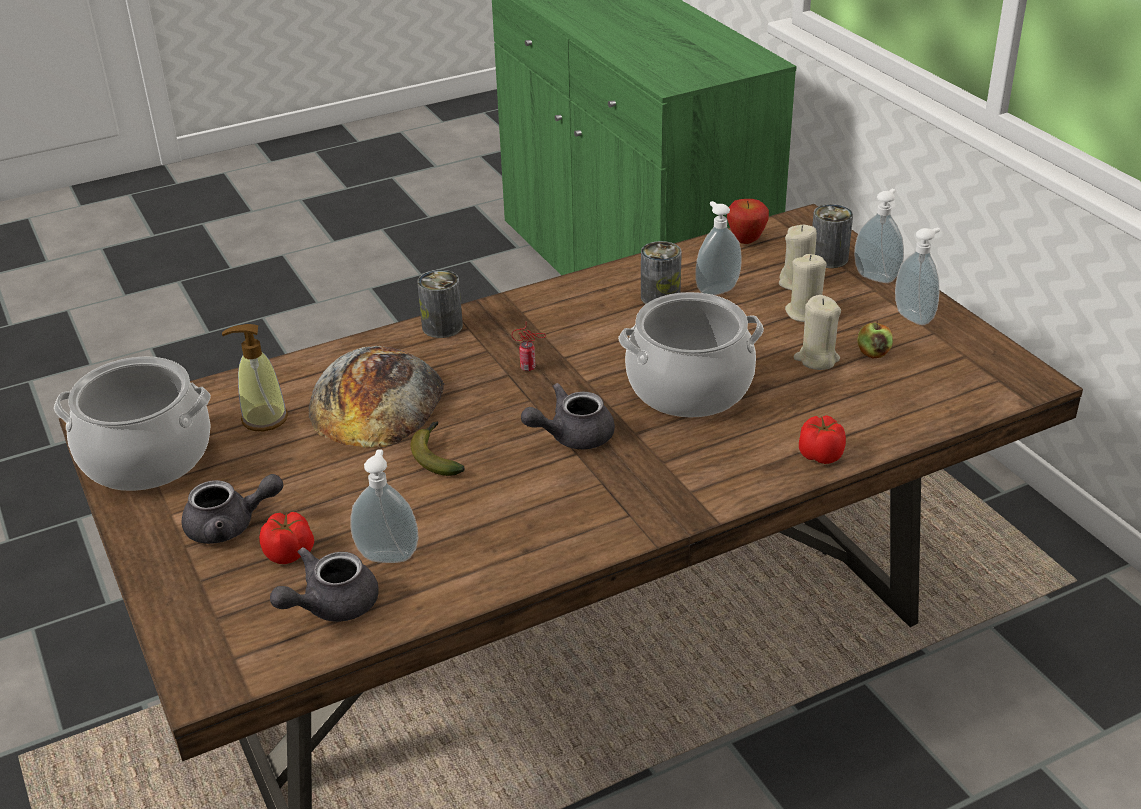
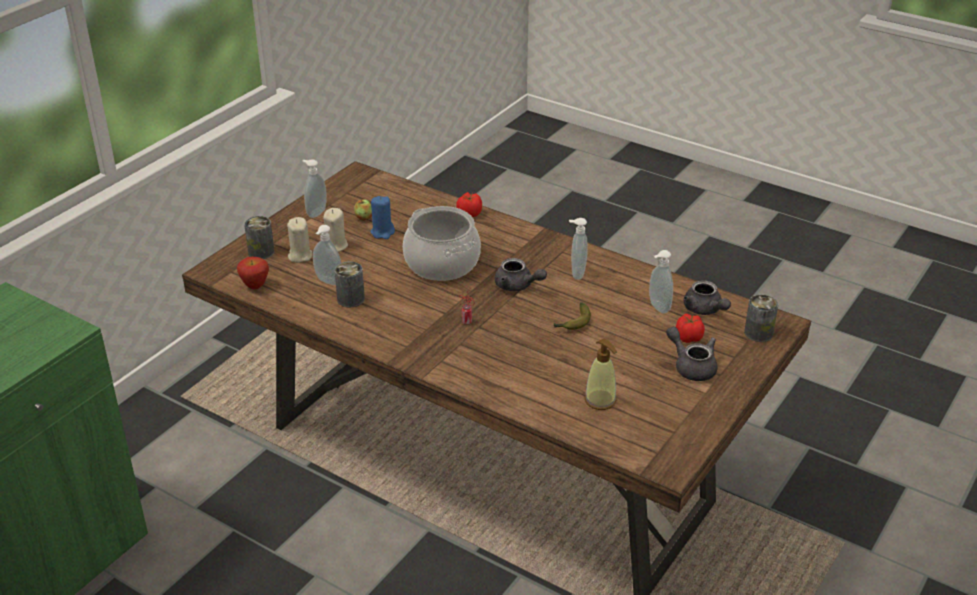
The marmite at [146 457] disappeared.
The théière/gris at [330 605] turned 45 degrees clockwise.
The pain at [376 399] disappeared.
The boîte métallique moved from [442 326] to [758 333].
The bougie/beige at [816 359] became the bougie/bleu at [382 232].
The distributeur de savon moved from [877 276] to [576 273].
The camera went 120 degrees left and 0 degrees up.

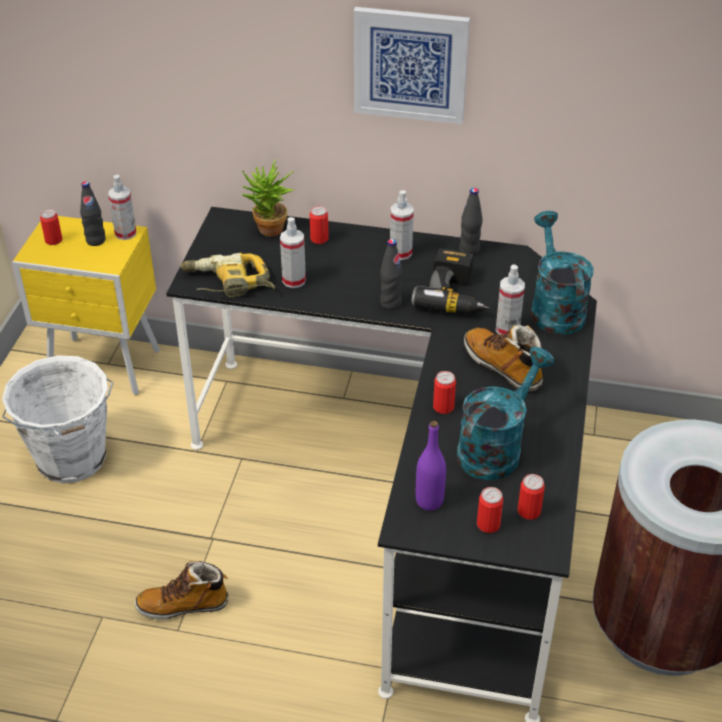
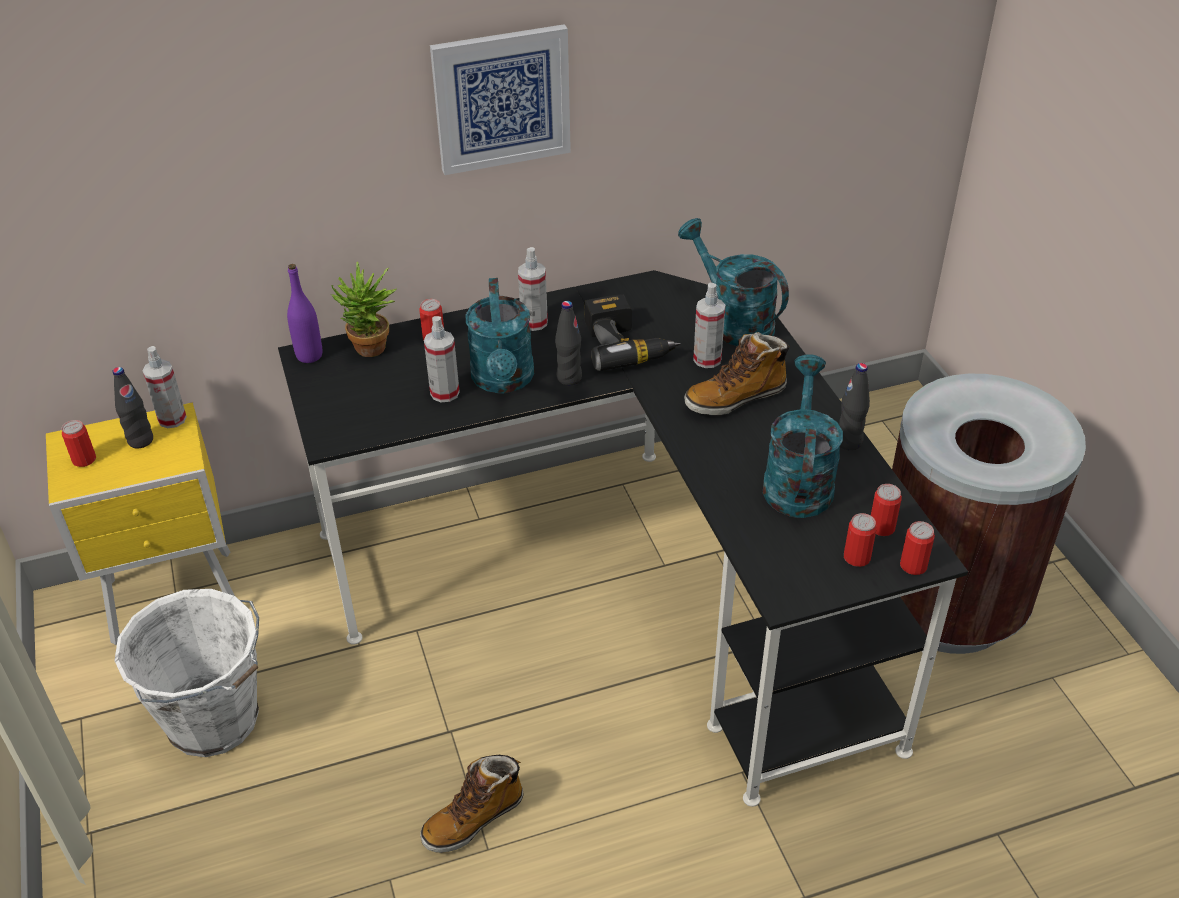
The perceuse at [228 284] disappeared.
The bouteille/violet moved from [429 501] to [309 355].
The boîte métallique moved from [443 407] to [913 565].
The bouteille/noir moved from [469 251] to [849 442].
The botte at [503 367] turned 45 degrees counterclockwise.
The arrosoir/turquoise at [503 381] appeared.
The camera went 30 degrees left and 0 degrees up.

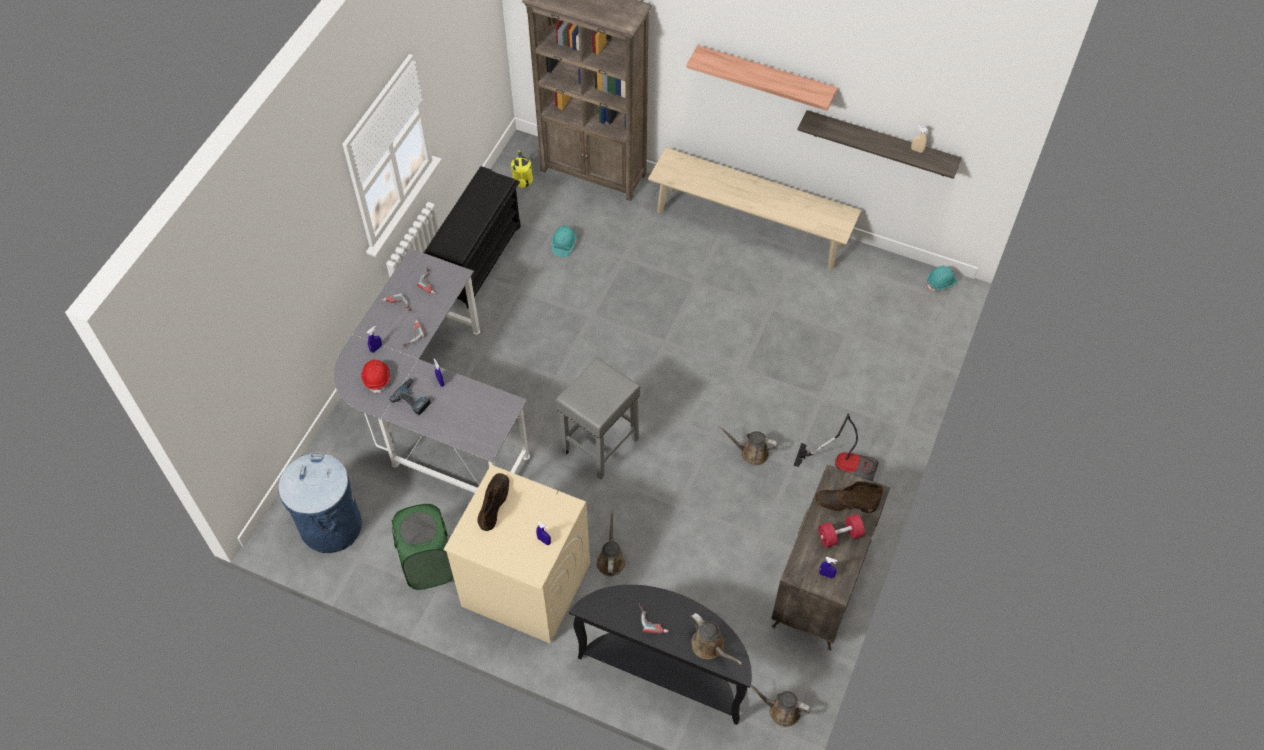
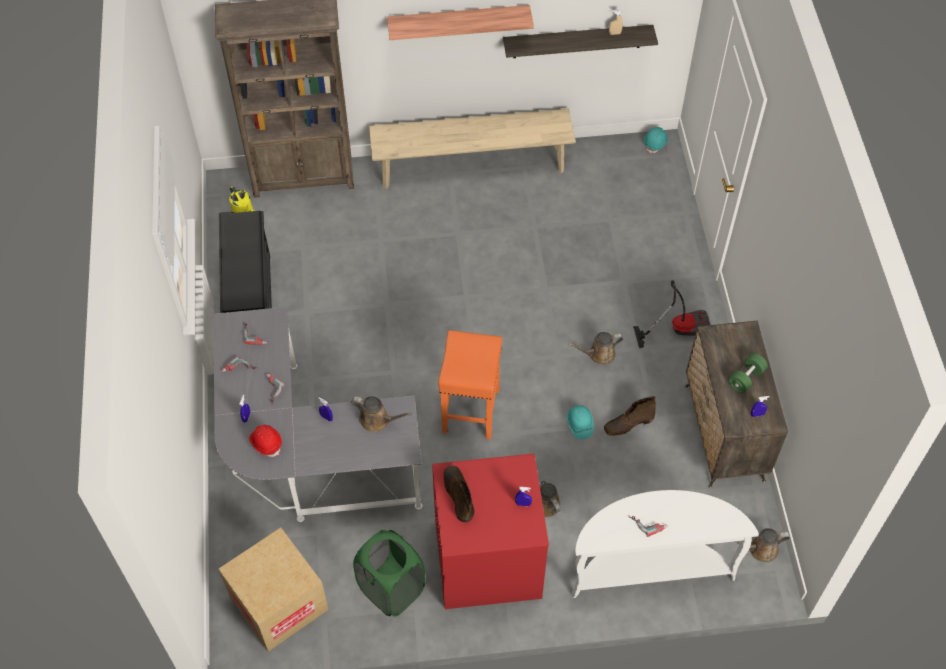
The poubelle/bleu at [330 526] was replaced by the carton at [279 603].
The perceuse at [413 398] disappeared.
The lave-linge/beige at [525 584] became the lave-linge/rouge at [487 561].
The casque de chantier/turquoise moved from [563 245] to [579 424].
The tabouret/gris at [600 446] became the tabouret/orange at [471 412].
The table console/noir at [665 670] became the table console/blanc at [649 568].
The arrosoir/marron moved from [710 646] to [377 420].
The botte/marron moved from [845 503] to [628 424].
The haltère/rouge at [840 535] became the haltère/vert at [746 378].
The camera went 30 degrees left and 0 degrees up.

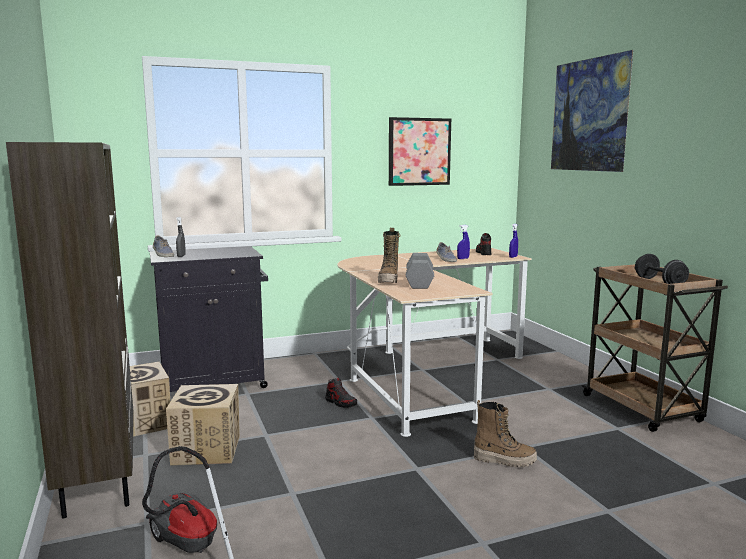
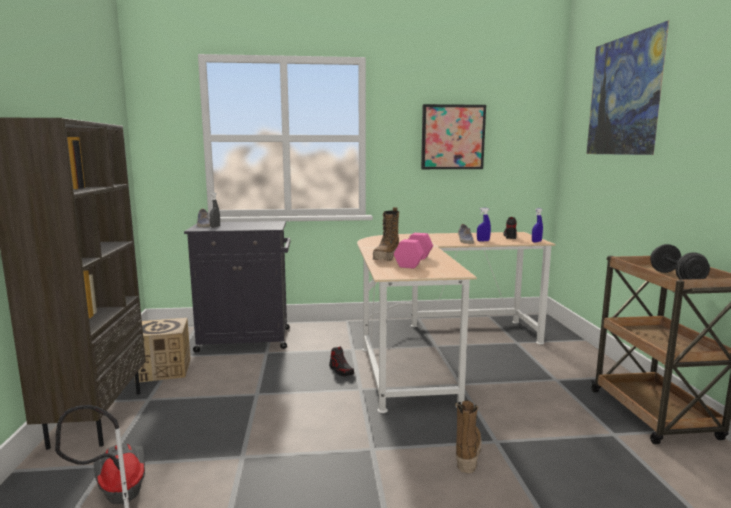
The carton at [207 450] disappeared.
The haltère/gris at [420 282] became the haltère/rose at [414 262].
The botte at [504 460] turned 105 degrees counterclockwise.
The camera went 15 degrees right and 0 degrees up.

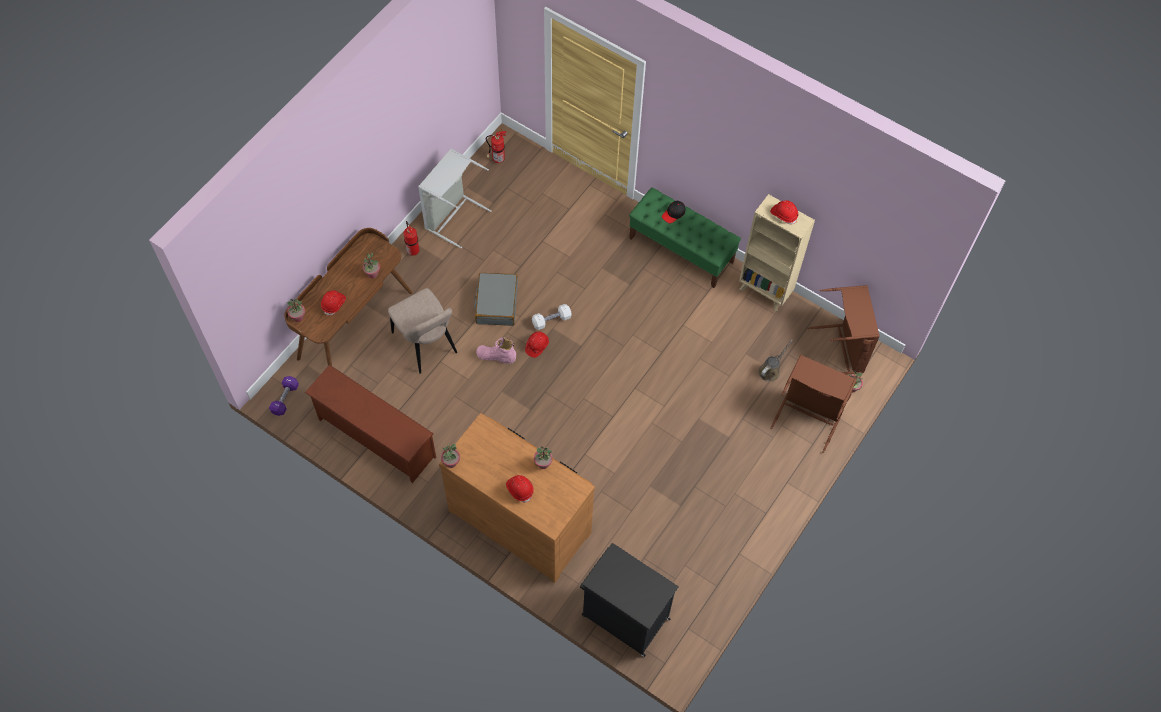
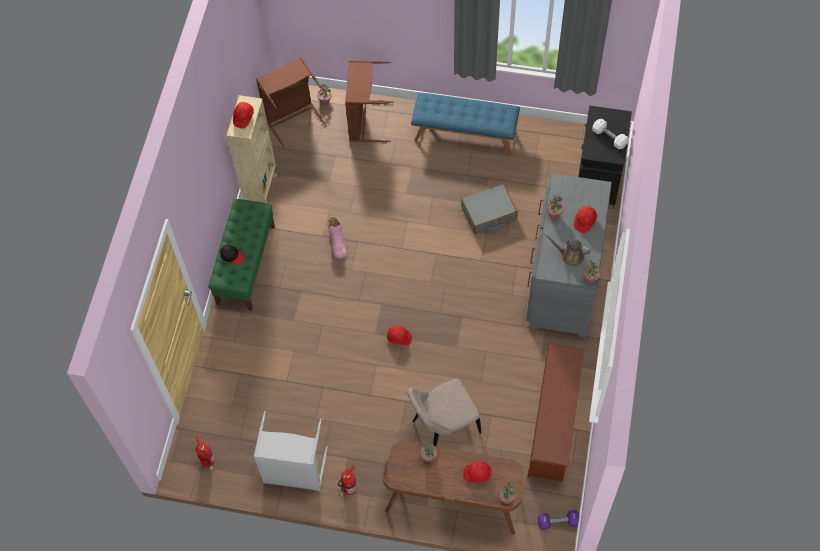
The chaise/beige at [426 345] turned 150 degrees counterclockwise.
The commode/marron at [521 519] became the commode/gris at [562 282].
The valise/gris moved from [496 303] to [489 213].
The botte/rose moved from [496 356] to [337 243].
The haltère/blanc moved from [551 320] to [609 137].
The arrosoir/marron moved from [770 370] to [570 255].
The banc/bleu at [465 134] appeared.
The camera went 110 degrees left and 0 degrees up.

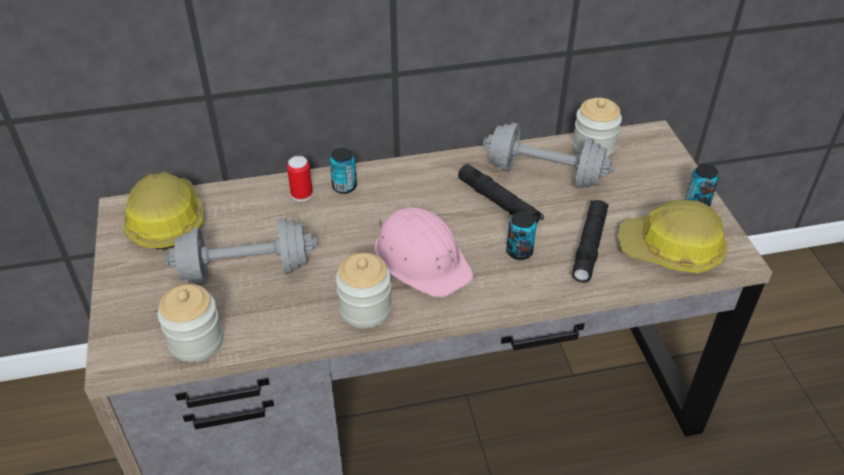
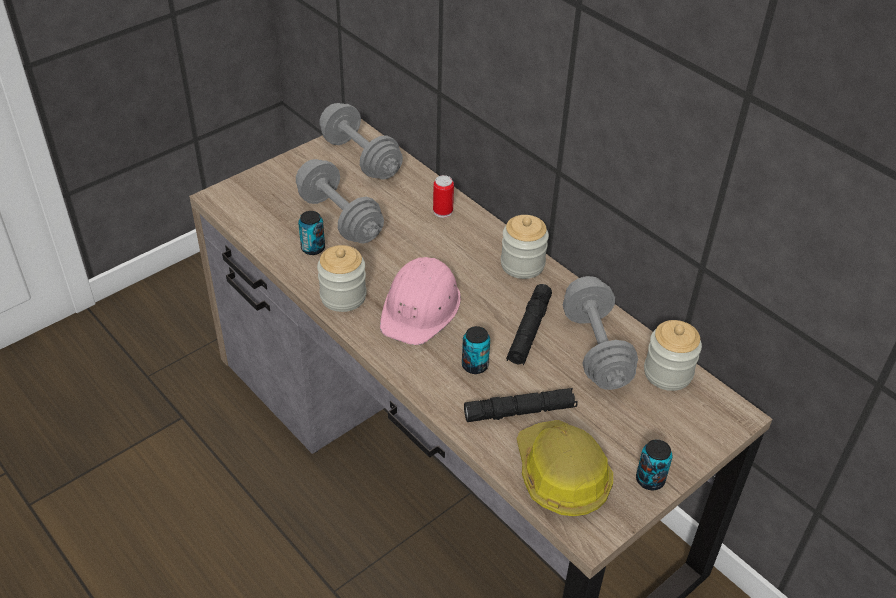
The casque de chantier at [166 220] was replaced by the haltère/gris at [361 158].
The bocal moved from [196 341] to [522 264].
The boîte métallique moved from [344 187] to [313 248].
The camera went 60 degrees right and 0 degrees up.

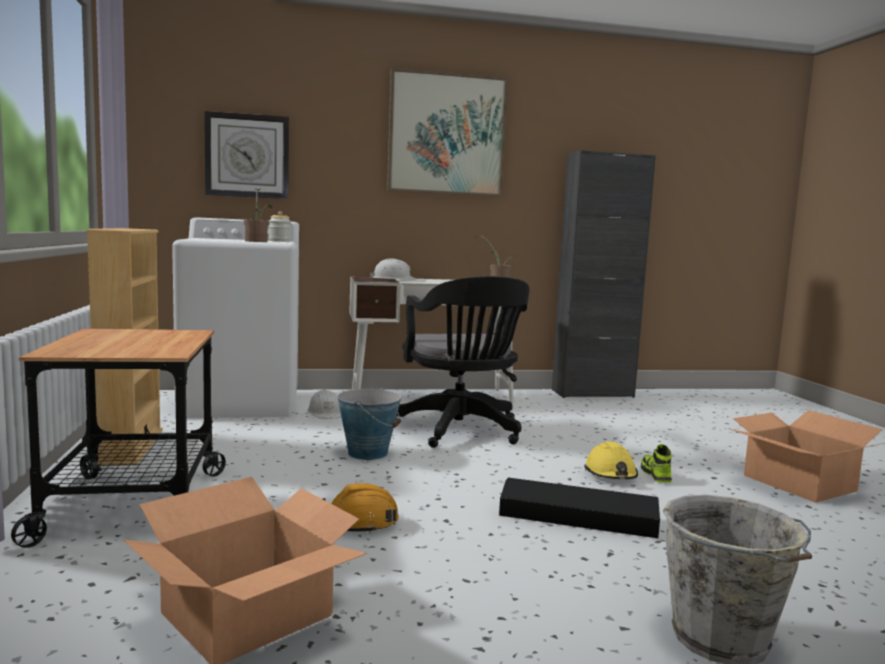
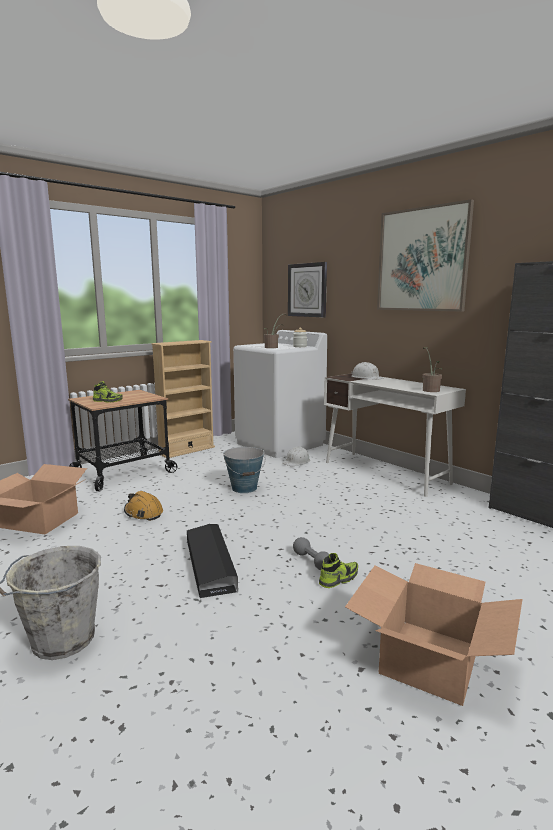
The chaise de bureau/noir at [460 431] disappeared.
The casque de chantier/jaune at [611 474] was replaced by the haltère/gris at [312 561].
The chaussure at [108 401] appeared.
The camera went 60 degrees right and 5 degrees up.

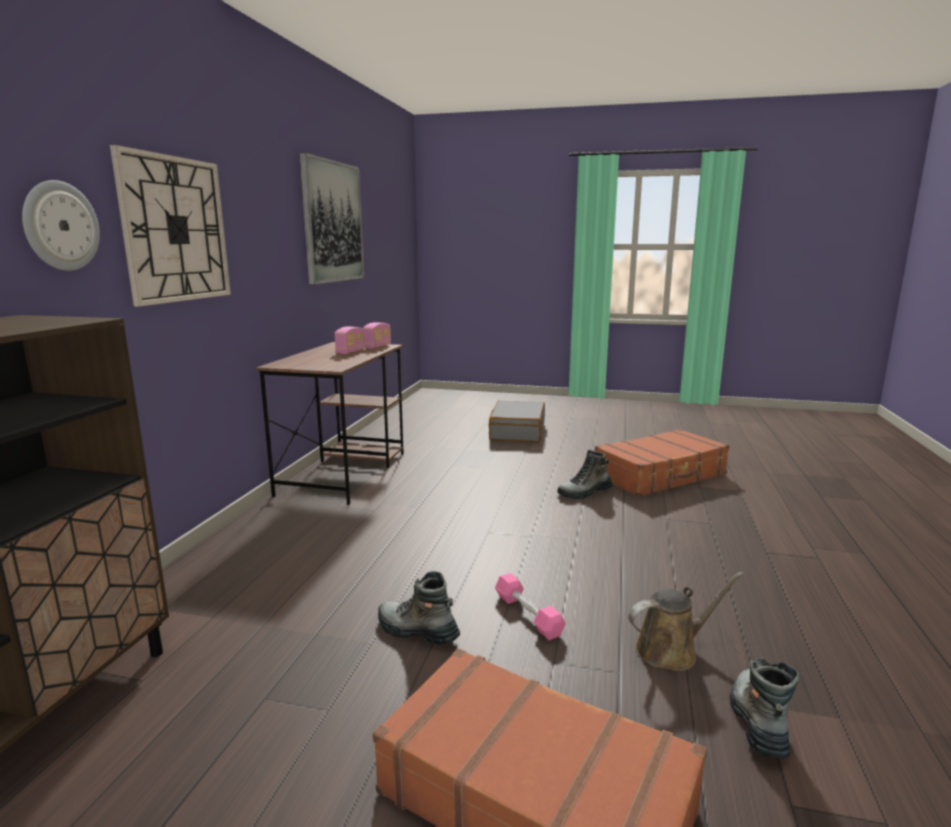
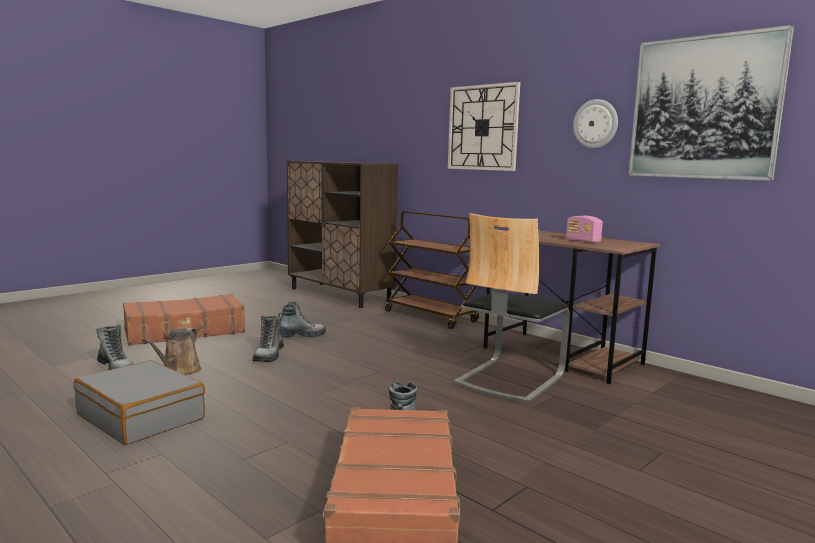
The horloge murale moved from [60 226] to [595 124].
The radio at [377 346] disappeared.
The valise/gris moved from [517 431] to [141 416].
The haltère/rose at [528 615] was replaced by the botte at [269 355].
The chariot/marron at [431 316] appeared.
The chaise at [509 379] appeared.
The camera went 120 degrees right and 5 degrees down.

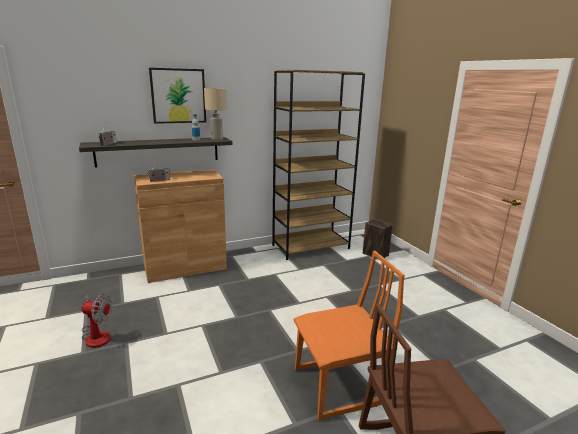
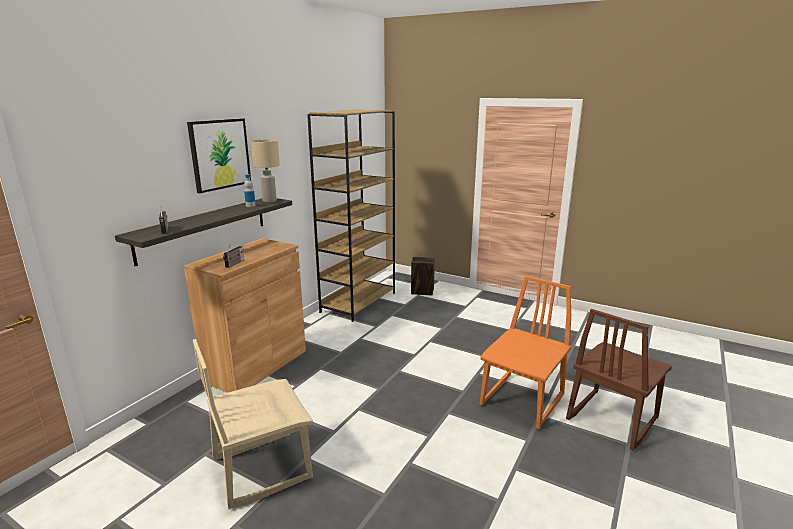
The ventilateur at [97 335] was replaced by the chaise/beige at [261 468].
The camera went 35 degrees left and 0 degrees up.

